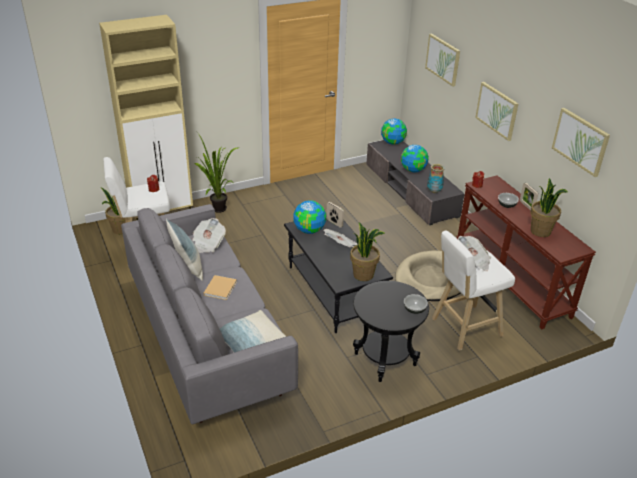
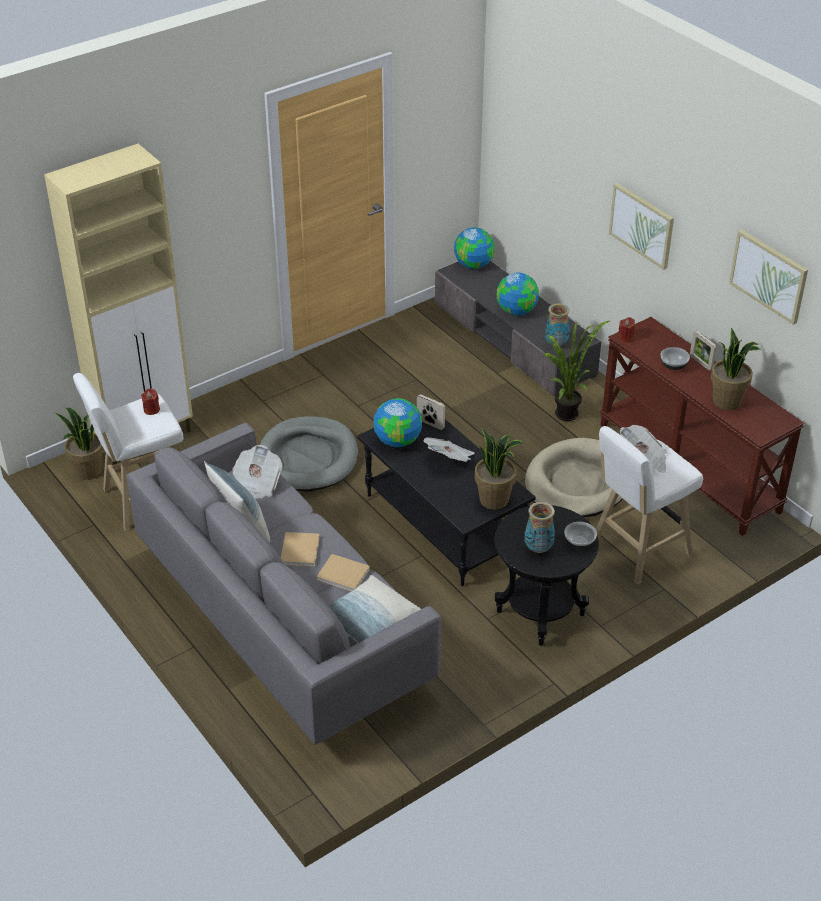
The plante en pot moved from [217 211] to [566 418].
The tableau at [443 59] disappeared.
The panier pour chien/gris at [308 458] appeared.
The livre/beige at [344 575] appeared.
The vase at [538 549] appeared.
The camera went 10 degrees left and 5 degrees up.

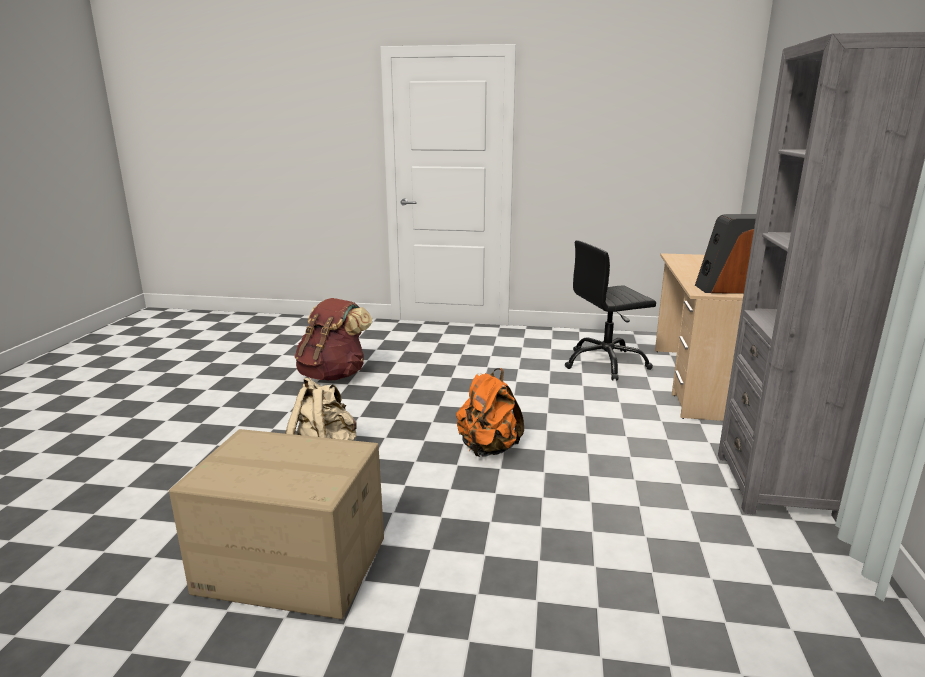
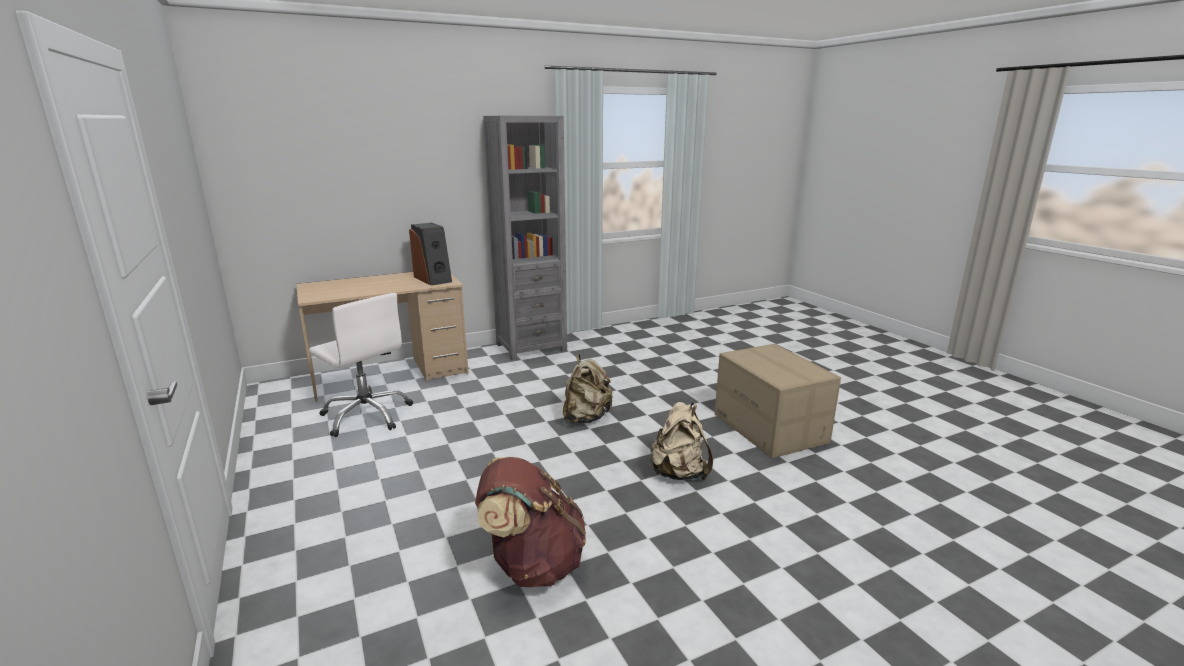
The sac à dos/orange at [488 449] became the sac à dos/beige at [586 418].
The chaise de bureau/noir at [606 363] became the chaise de bureau/blanc at [367 415].
The camera went 125 degrees left and 0 degrees up.

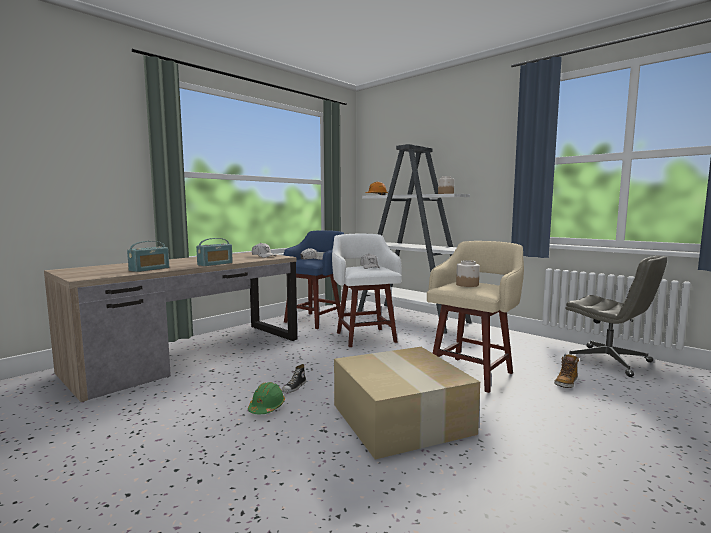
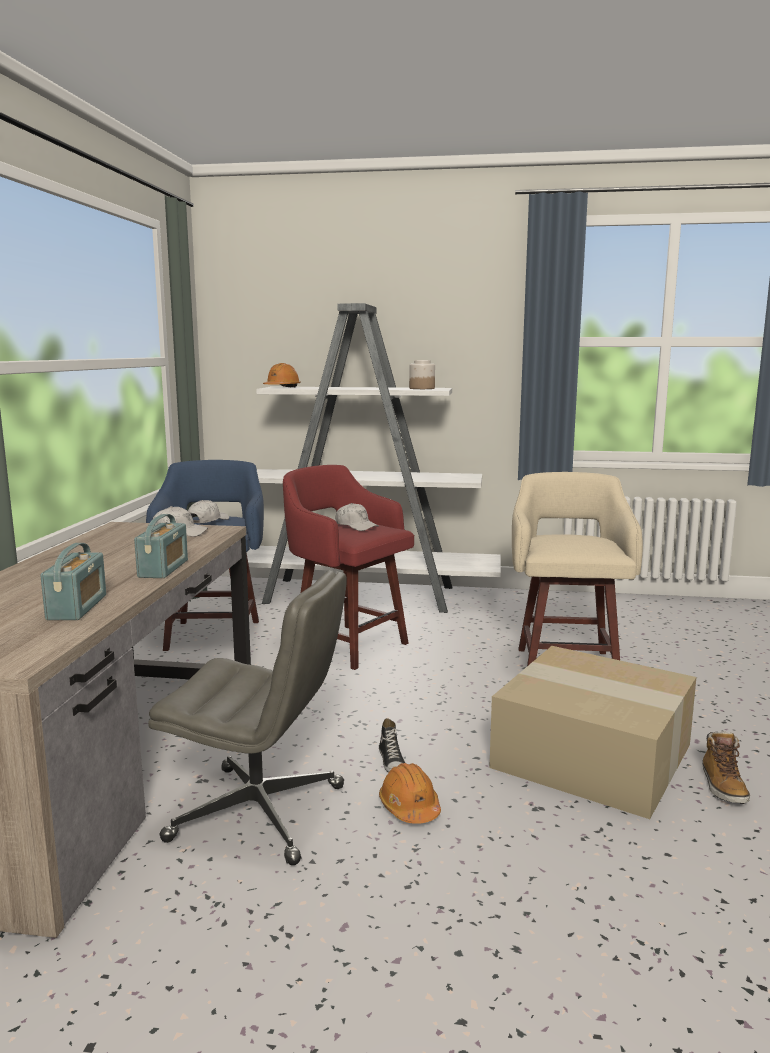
The casque de chantier/vert at [266 407] became the casque de chantier/orange at [409 807].
The tabouret/blanc at [365 336] became the tabouret/rouge at [347 645].
The bocal at [467 285] disappeared.
The botte moved from [566 383] to [723 786].
The chaise de bureau/gris moved from [609 361] to [260 813].
The camera went 35 degrees left and 5 degrees up.

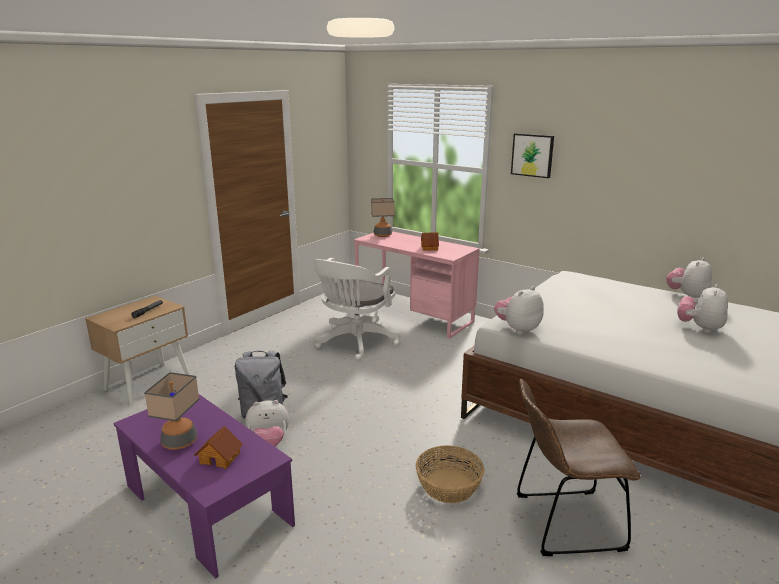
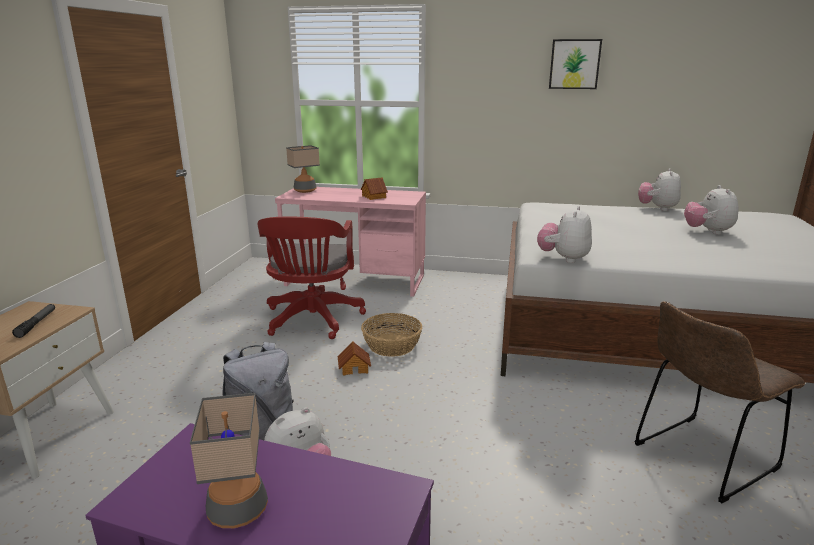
The maison miniature moved from [220 457] to [354 368].
The chaise de bureau/blanc at [354 343] became the chaise de bureau/rouge at [312 321].
The panier moved from [448 486] to [391 345].
The tableau moved from [532 155] to [574 64].
The camera went 25 degrees left and 0 degrees up.

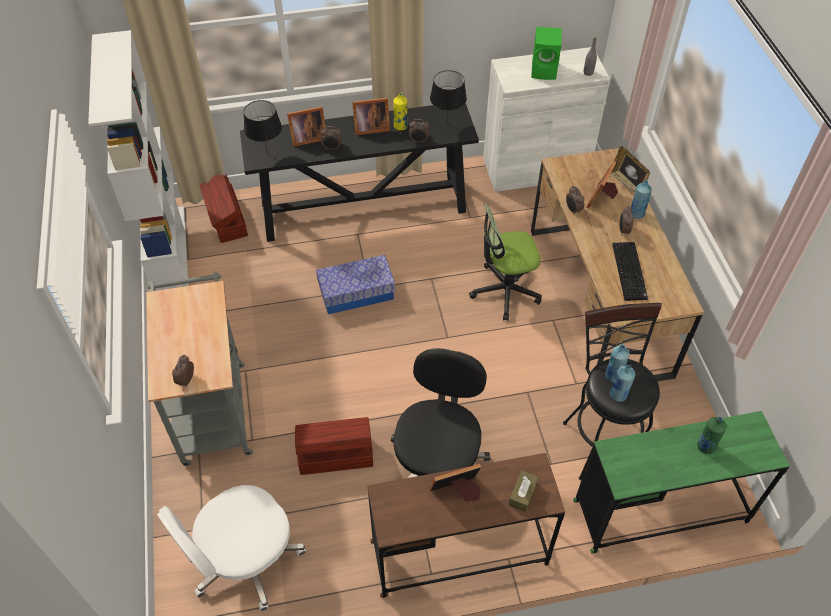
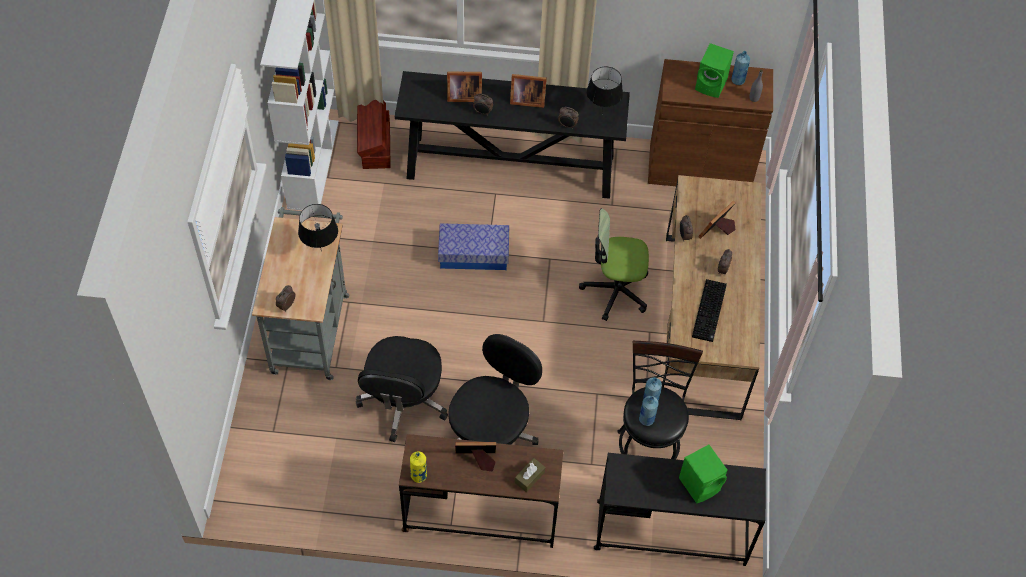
The chaise de bureau/blanc at [244 560] disappeared.
The lampe de table/noir moved from [267 154] to [320 251].
The boîte de rangement/marron at [335 455] was replaced by the chaise de bureau/noir at [403 401].
The bouteille/jaune moved from [400 126] to [419 475].
The meuble de rangement/blanc at [535 168] became the meuble de rangement/marron at [699 168].
The bureau/vert at [660 511] became the bureau/noir at [671 533].
The cadre photo at [627 184] disappeared.
The bouteille/bleu moved from [636 213] to [738 80].
The bouteille/vert at [705 446] was replaced by the enceinte/vert at [701 484].
The camera went 15 degrees right and 5 degrees up.

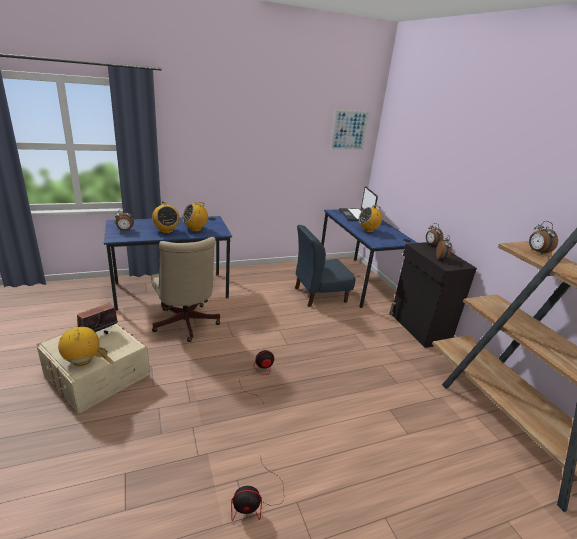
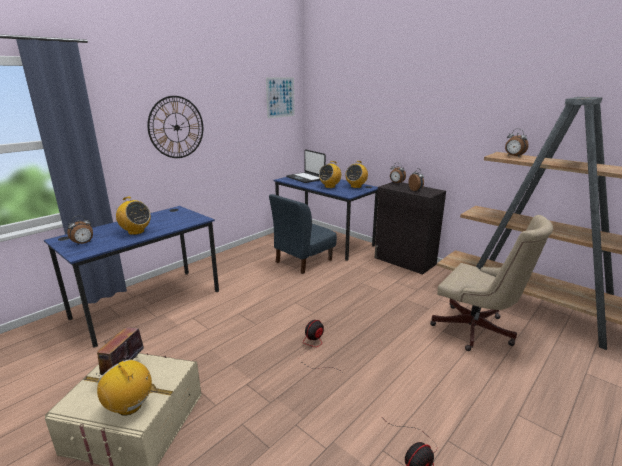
The chaise de bureau/beige moved from [185 325] to [477 331].
The radio moved from [195 229] to [356 186].
The horloge murale at [176 127] appeared.
The camera went 25 degrees left and 5 degrees down.

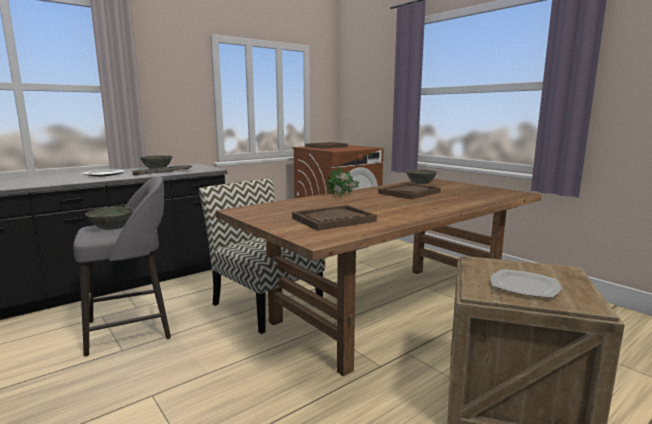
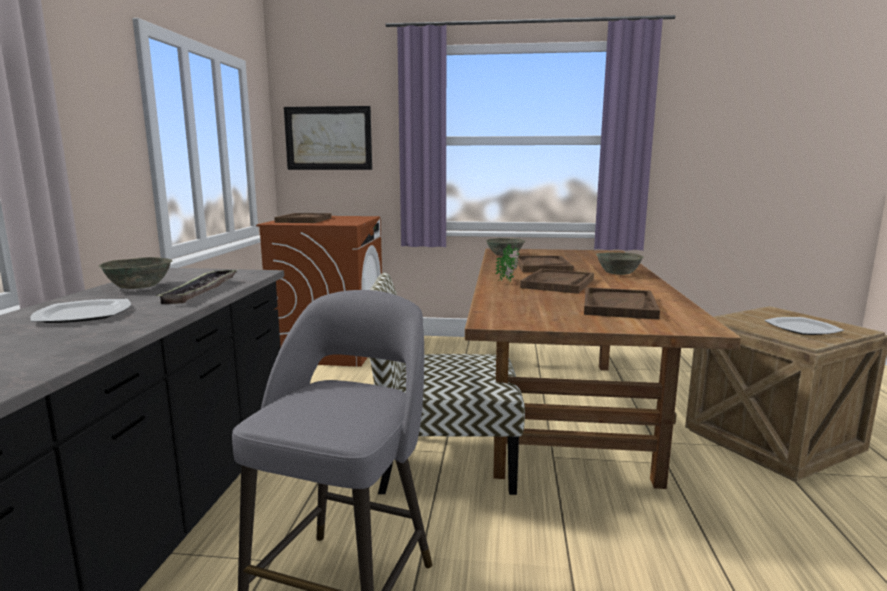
The bol/gris moved from [112 227] to [619 273].
The tableau at [328 138] appeared.
The plateau/marron at [558 283] appeared.
The camera went 45 degrees left and 0 degrees up.

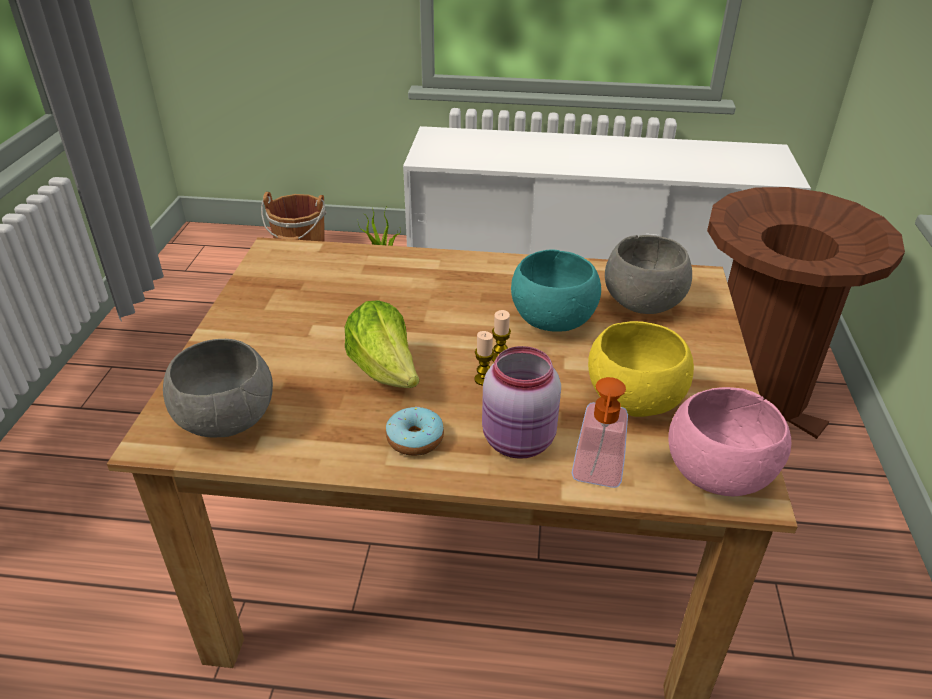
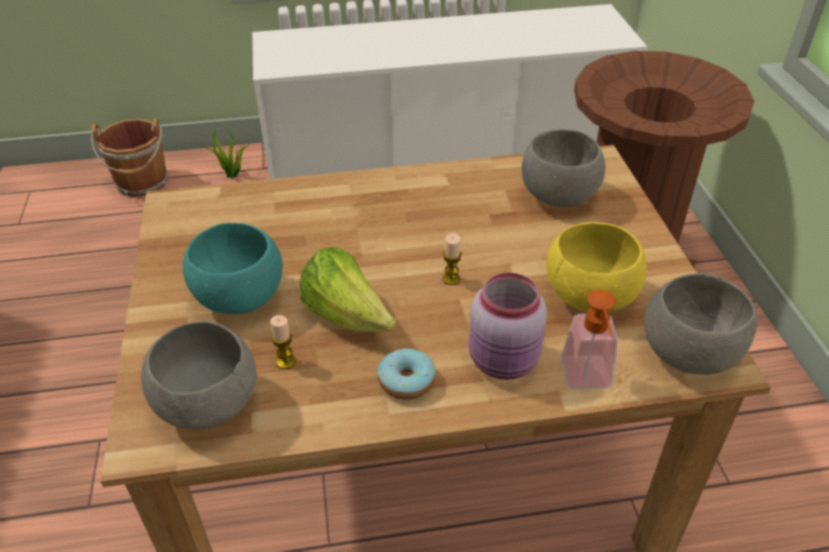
The bougie moved from [483 379] to [286 361].
The bol/turquoise moved from [552 321] to [239 298].
The bol/rose at [716 473] became the bol/gris at [687 352].
The camera went 15 degrees left and 5 degrees up.

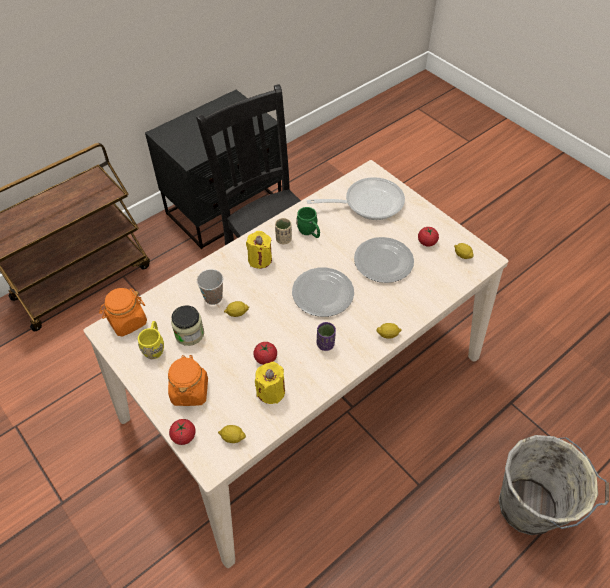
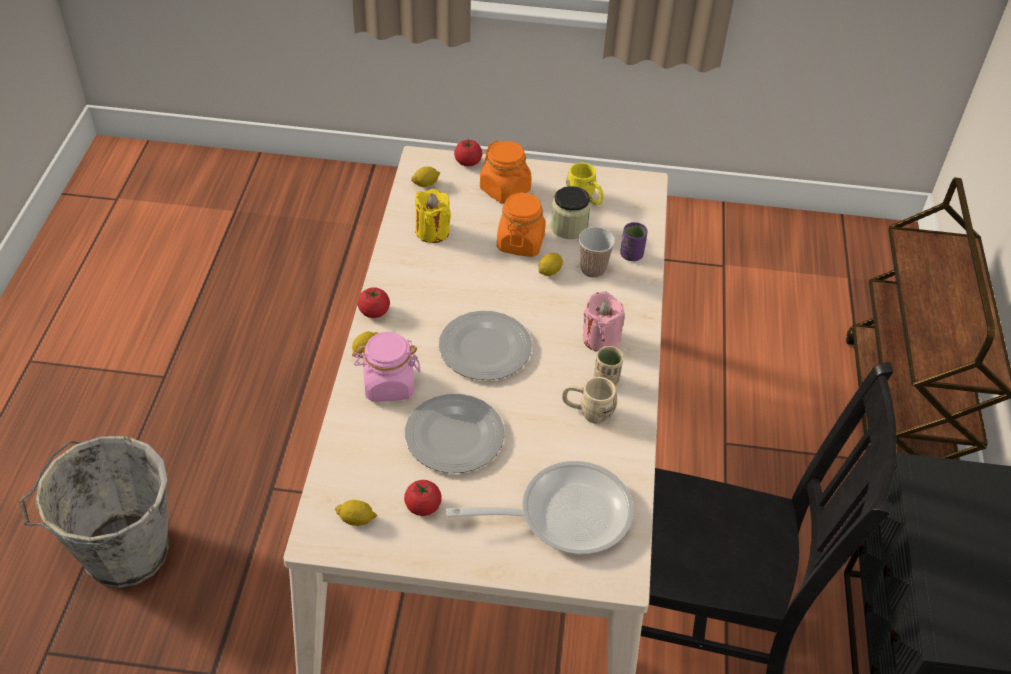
The bocal/orange moved from [127 321] to [520 242].
The bougie/jaune at [260 259] became the bougie/rose at [600 338].
The tomate moved from [265 358] to [374 312].
The mug/vert at [309 232] became the mug/beige at [587 412].
The poêle at [368 203] turned 135 degrees counterclockwise.
The tasse/violet moved from [325 344] to [631 255].
The bocal/rose at [388 385] appeared.
The camera went 135 degrees right and 5 degrees down.

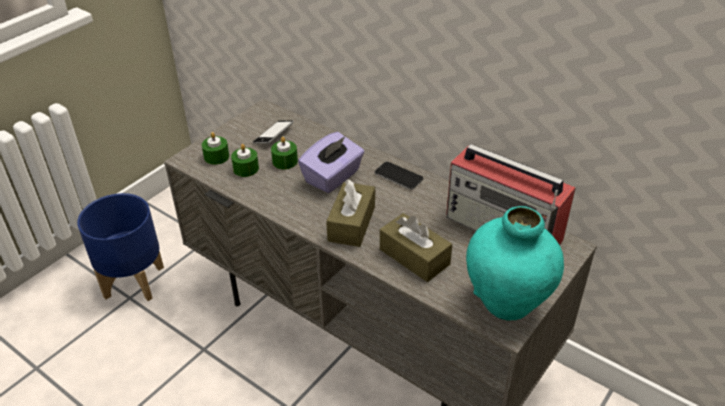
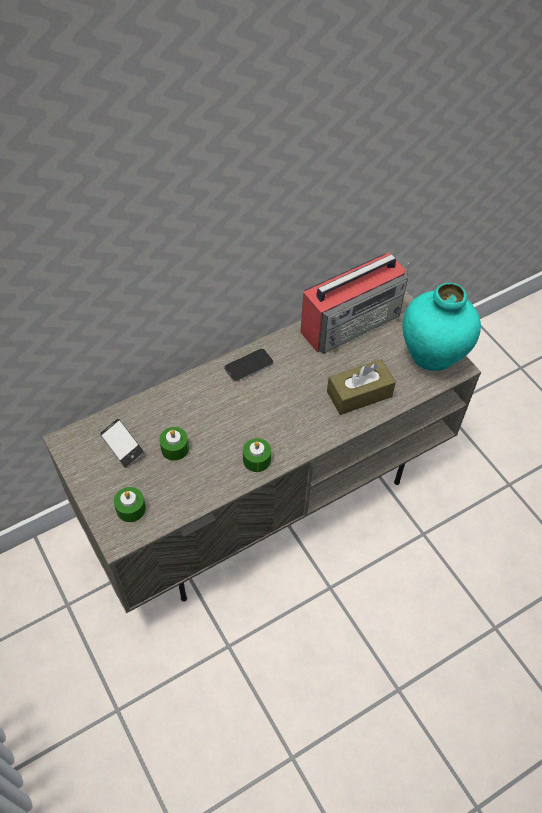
The cache-pot/bleu at [135 282] disappeared.
The bougie/vert moved from [246 169] to [256 460].
The boîte à mouchoirs/violet at [333 177] disappeared.
The boîte à mouchoirs/marron at [351 223] disappeared.
The camera went 70 degrees left and 15 degrees up.

